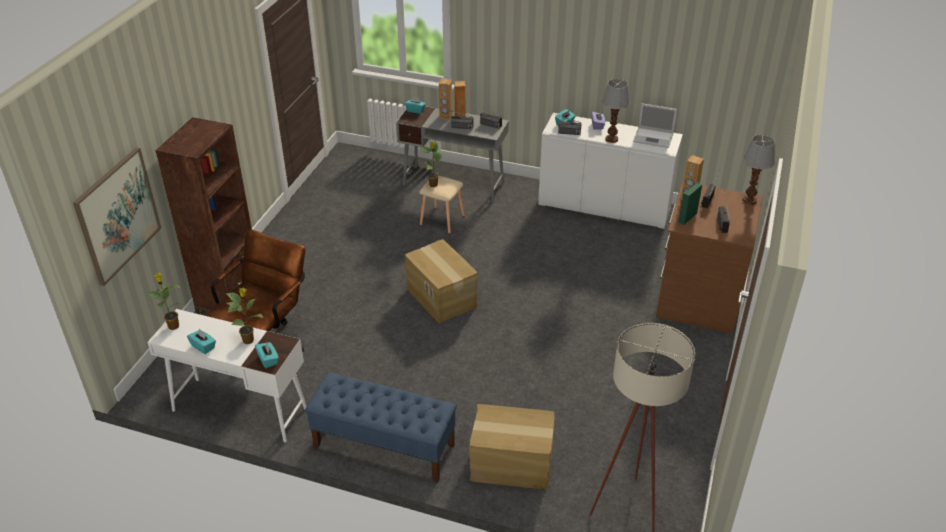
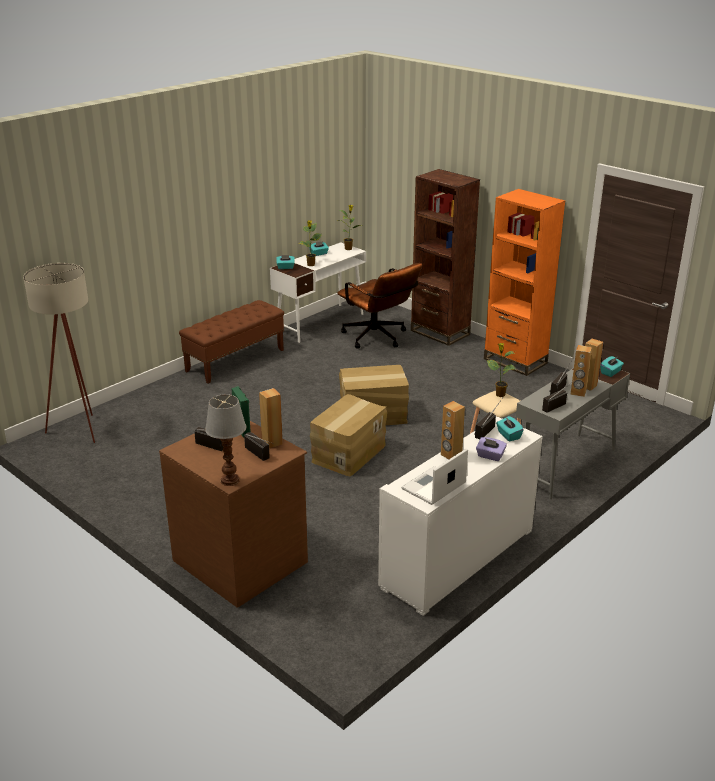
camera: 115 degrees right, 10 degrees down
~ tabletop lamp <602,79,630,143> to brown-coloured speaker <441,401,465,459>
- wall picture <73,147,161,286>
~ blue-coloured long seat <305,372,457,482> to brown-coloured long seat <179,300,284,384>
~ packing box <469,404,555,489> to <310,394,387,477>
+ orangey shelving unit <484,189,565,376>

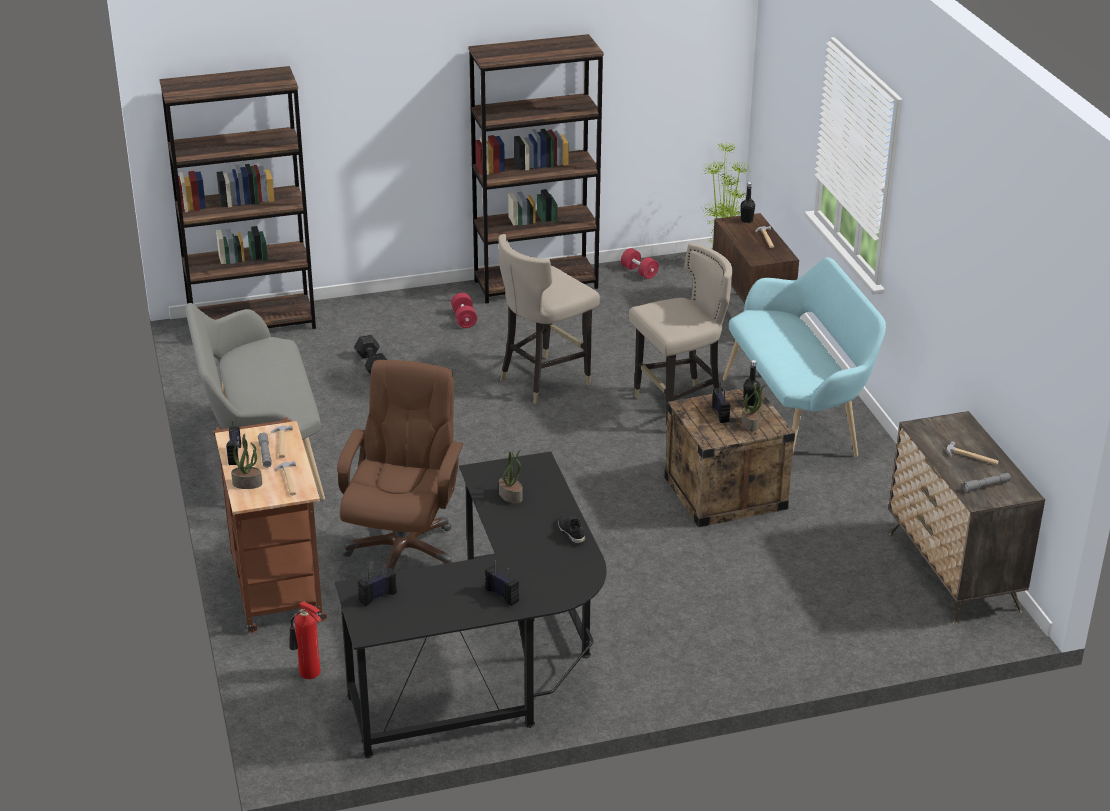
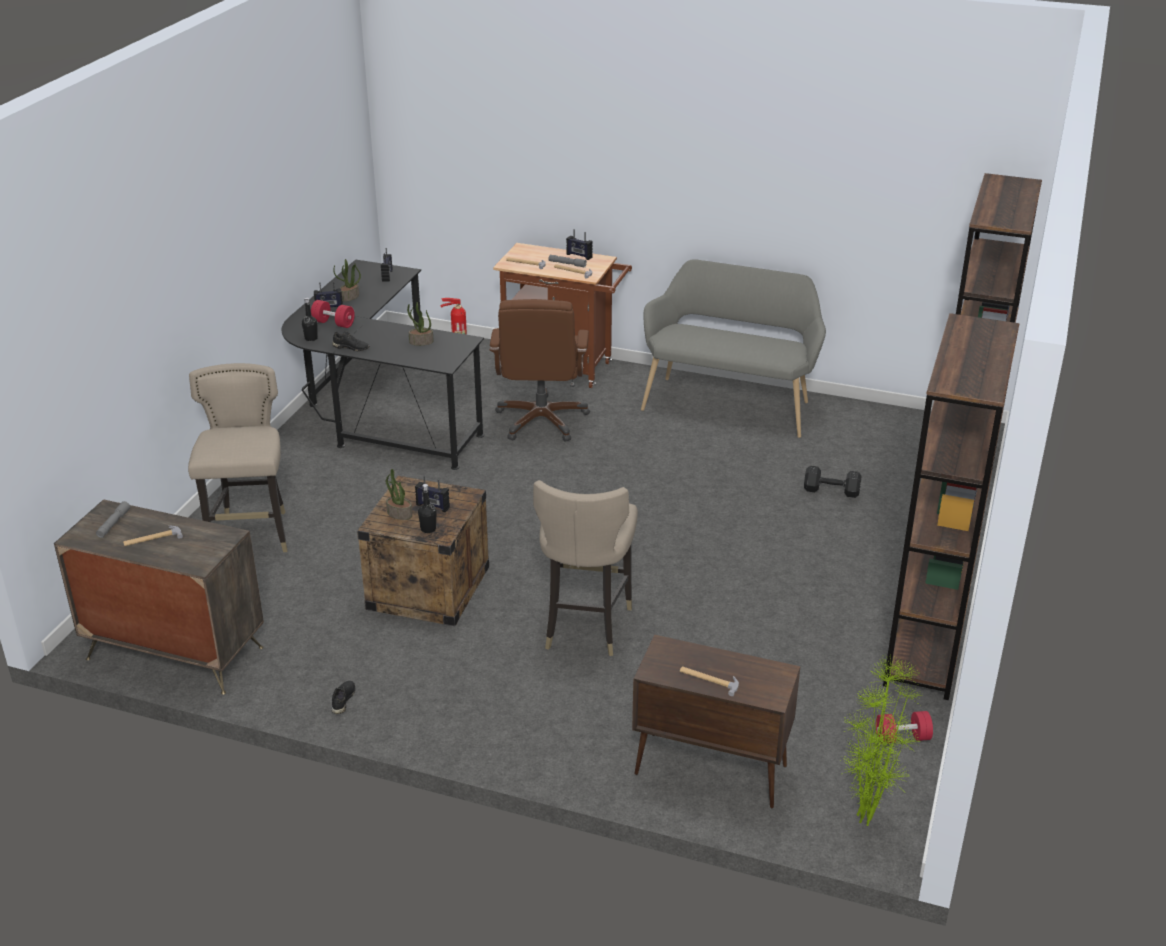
camera: 125 degrees right, 0 degrees up
~ blackish bottle <741,182,755,223> to <302,297,318,341>
~ beige-coloured stool <498,234,600,404> to <188,363,287,552>
- turquoise long seat <723,257,886,457>
~ red-coloured free weight <451,293,477,328> to <311,300,355,328>
~ brown-coloured computer chair <337,360,464,574> = <490,299,590,441> 45 degrees clockwise
~ potted plant <231,434,262,489> to <333,259,361,302>
+ blackish low shoe <331,680,355,714>

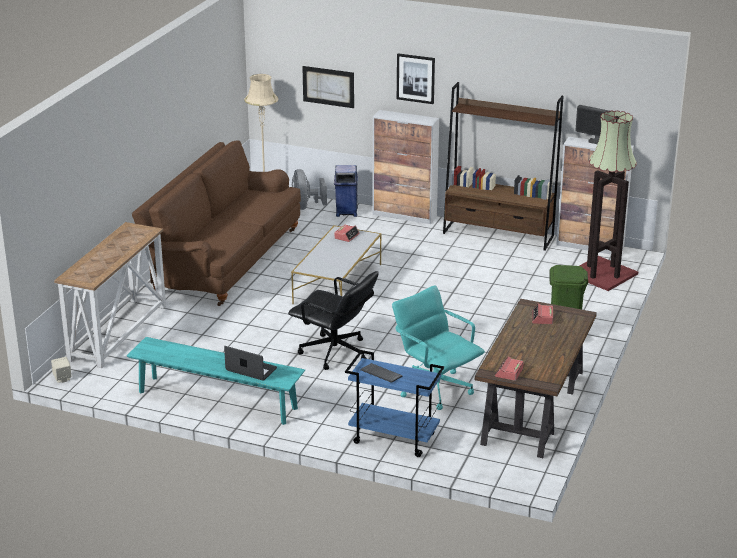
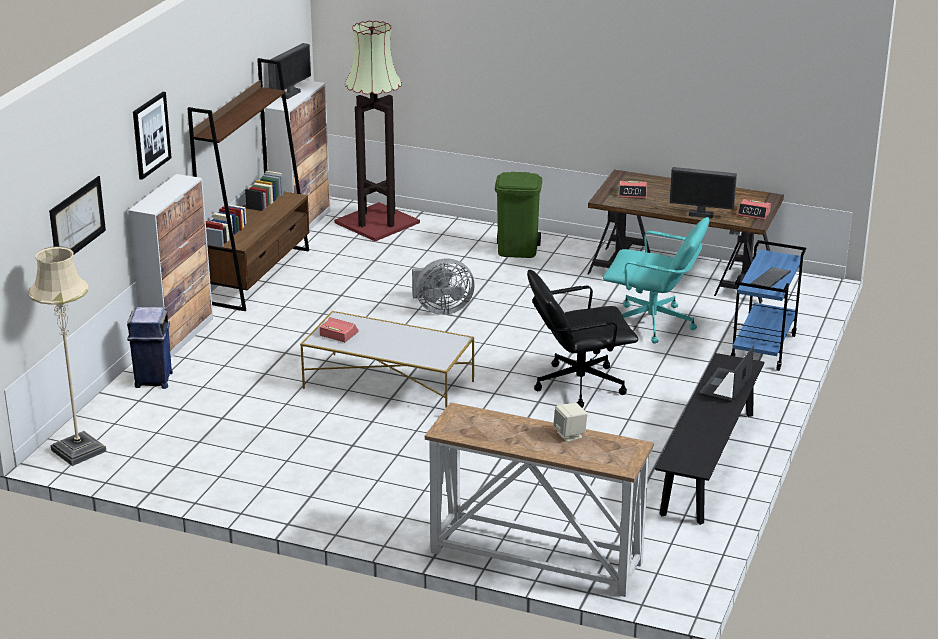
camera: 90 degrees left, 0 degrees up
- brown-coloured settee <132,140,301,306>
~ gray electric fan <292,169,327,210> to <412,259,475,315>
~ blackish computer chair <288,271,379,370> = <527,270,638,408> 135 degrees counterclockwise
~ turquoise computer chair <392,285,485,410> = <603,217,709,344> 120 degrees counterclockwise
~ turquoise long seat <127,337,305,425> to blackish long seat <655,353,764,525>
~ beige-coloured speaker <51,357,71,383> to <553,403,588,442>
+ computer screen <670,167,737,218>

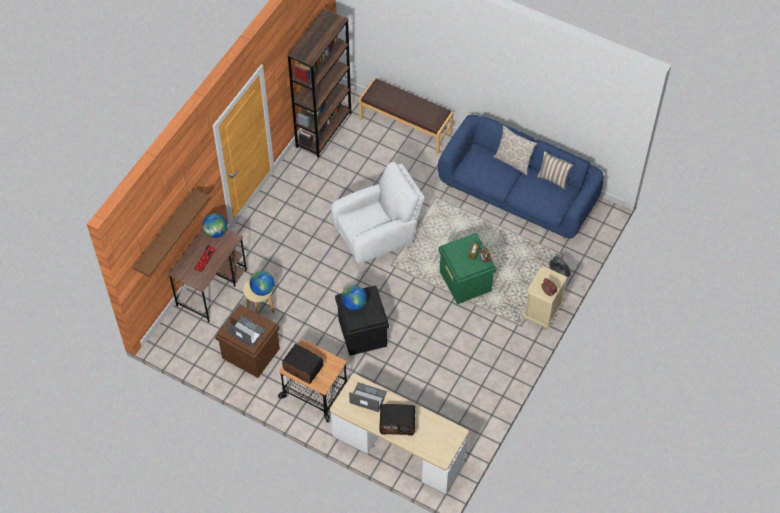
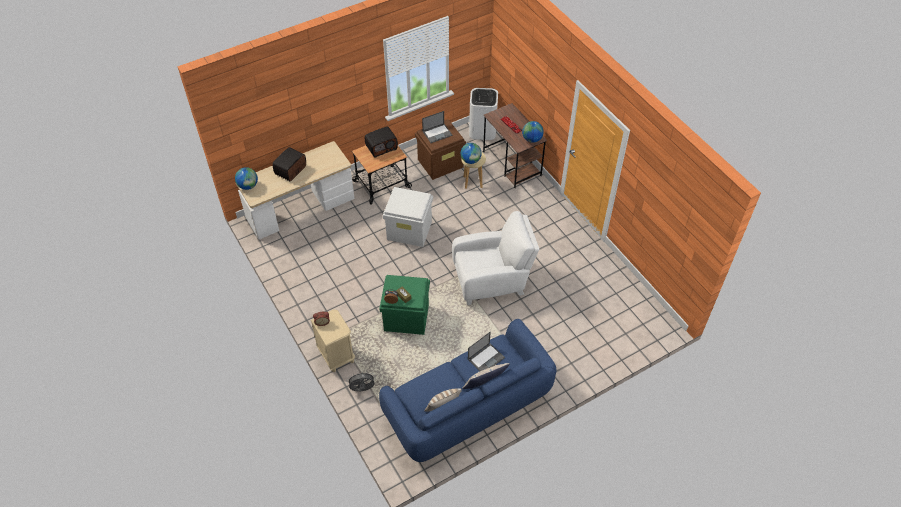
camera: 120 degrees right, 5 degrees down
- brown-coloured shelving unit <287,8,351,158>
- brown-coloured long seat <359,78,453,154>
~ white easy chair <331,162,424,268> = <452,211,539,305> 105 degrees counterclockwise
- brown-coloured shelf <133,189,210,277>
~ world globe <342,285,367,310> to <235,167,258,190>
~ blackish storage box <335,286,389,356> to white storage box <383,187,433,247>
~ portable computer <349,382,387,412> to <468,332,505,371>
+ white waste bin <469,88,498,140>

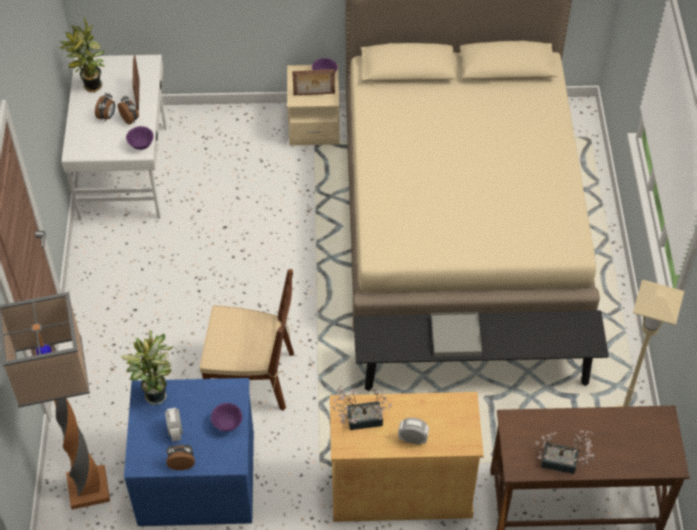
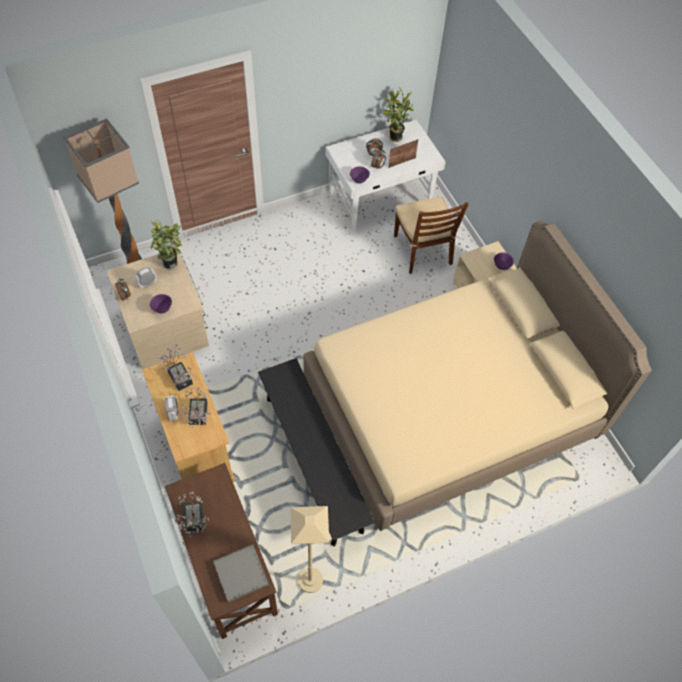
camera: 65 degrees right, 5 degrees up
- picture frame <292,69,335,95>
~ brown-coloured plain chair <199,269,294,411> to <394,197,469,274>
~ gray serving tray <431,312,482,357> to <213,545,269,602>
~ blue-coloured drawer chest <124,378,254,526> to beige-coloured drawer chest <107,249,209,369>
+ potted plant <181,387,211,428>

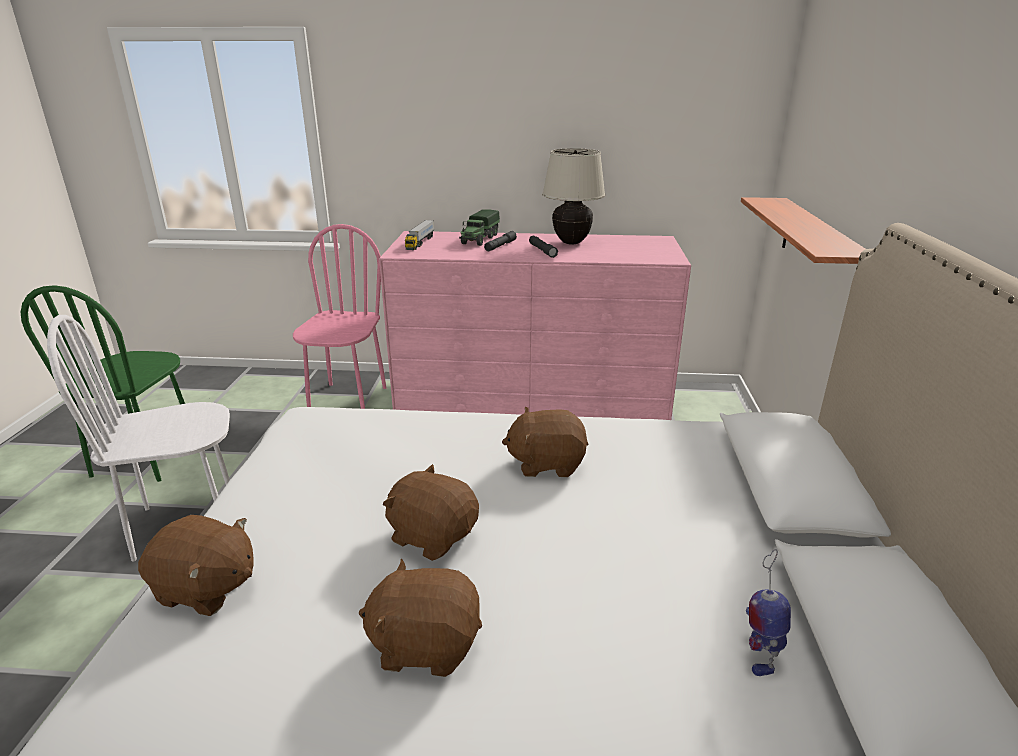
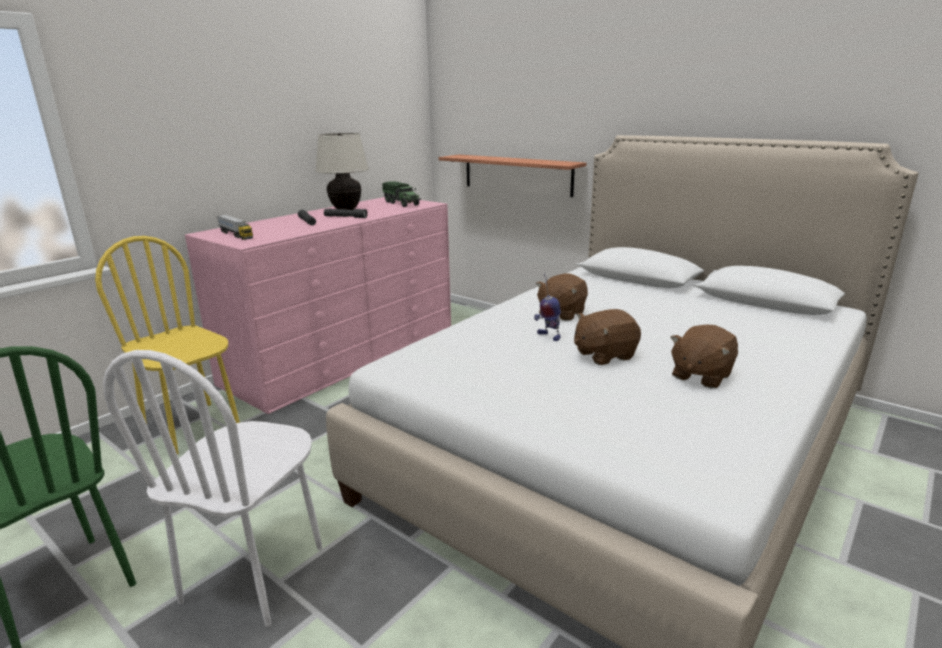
camera: 55 degrees left, 5 degrees down
~ toy lorry <459,209,500,246> to <382,181,421,207>
~ pink-coloured plain chair <293,224,386,409> to yellowish plain chair <95,236,240,455>
- brown-coloured cuddly toy <138,515,254,616>
~ model robot <746,549,791,676> to <534,273,561,341>

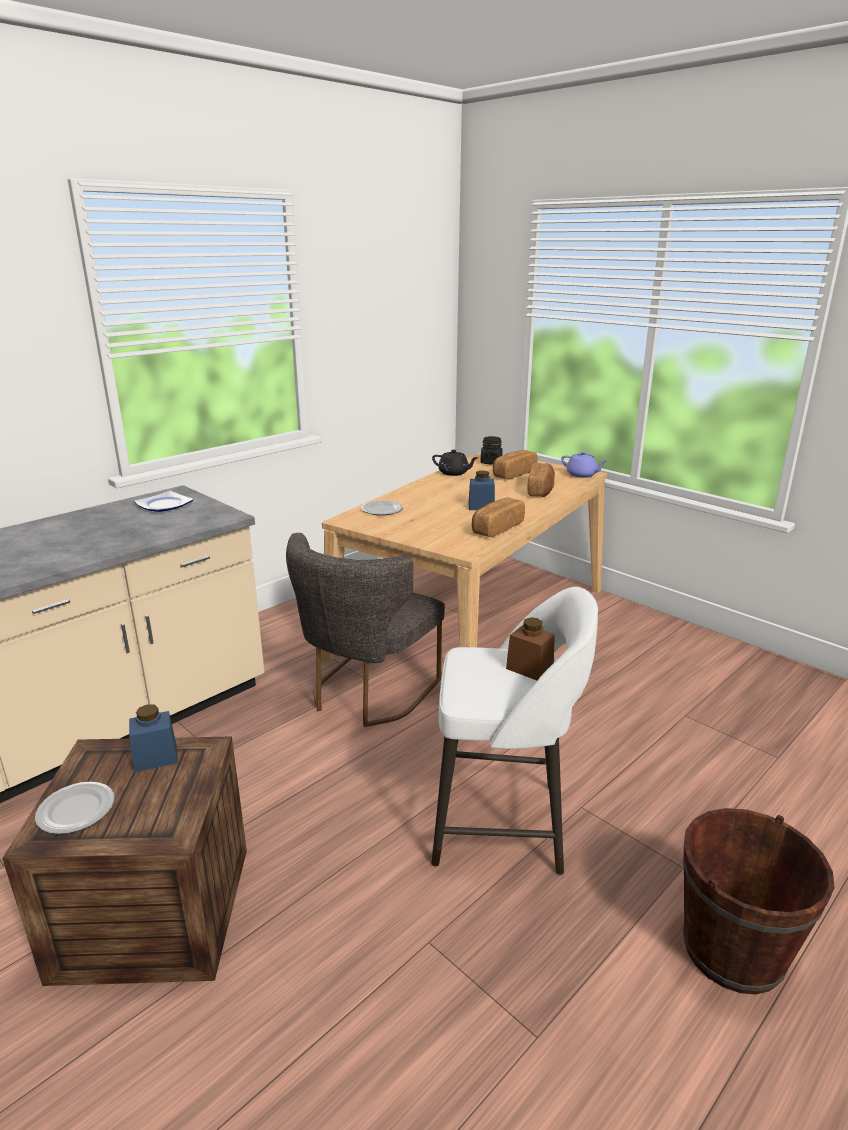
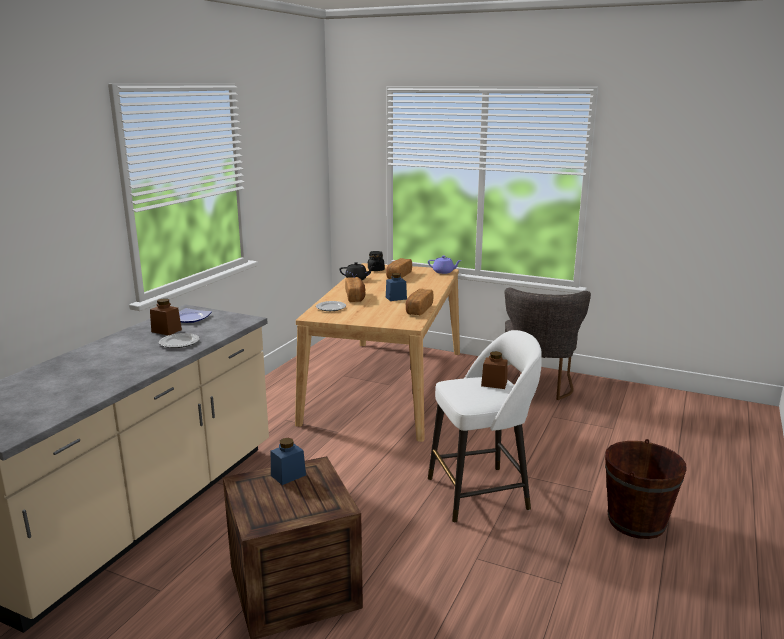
camera: 20 degrees left, 5 degrees down
~ bakery bread <527,463,555,497> to <345,277,365,302>
~ gray plain chair <286,533,445,727> to <505,288,591,400>
~ plate <35,782,114,834> to <159,333,200,348>
+ brown-coloured preserve jar <150,299,182,335>

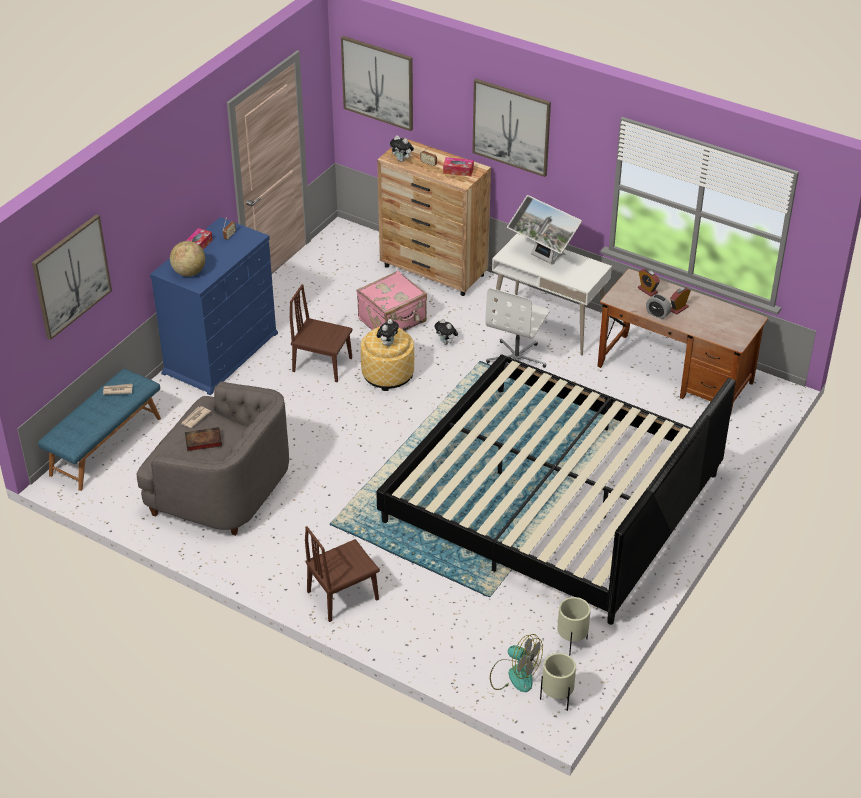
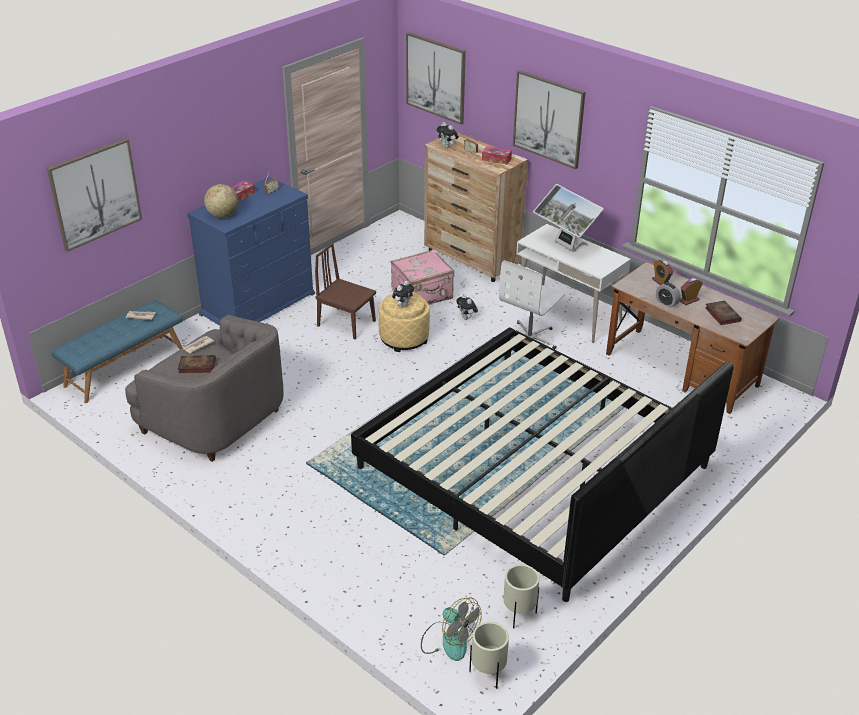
camera: 10 degrees right, 5 degrees down
- brown-coloured plain chair <305,526,380,622>
+ book <705,301,742,325>

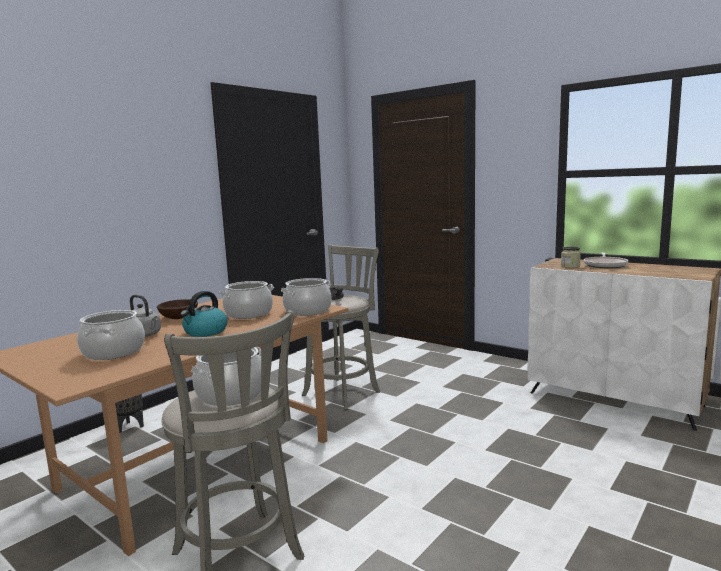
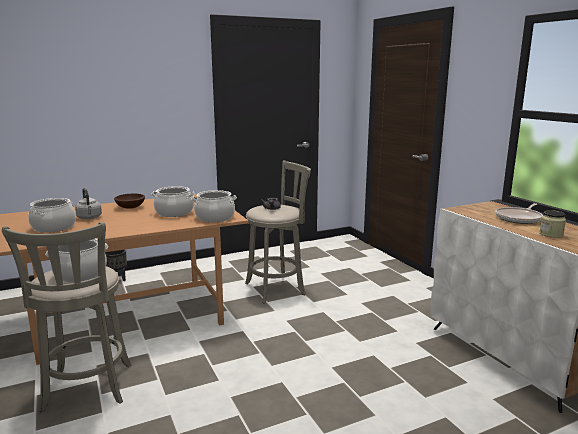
camera: 25 degrees right, 5 degrees up
~ preserve jar <561,247,581,268> to <540,210,566,238>
- tea kettle <180,291,228,337>

